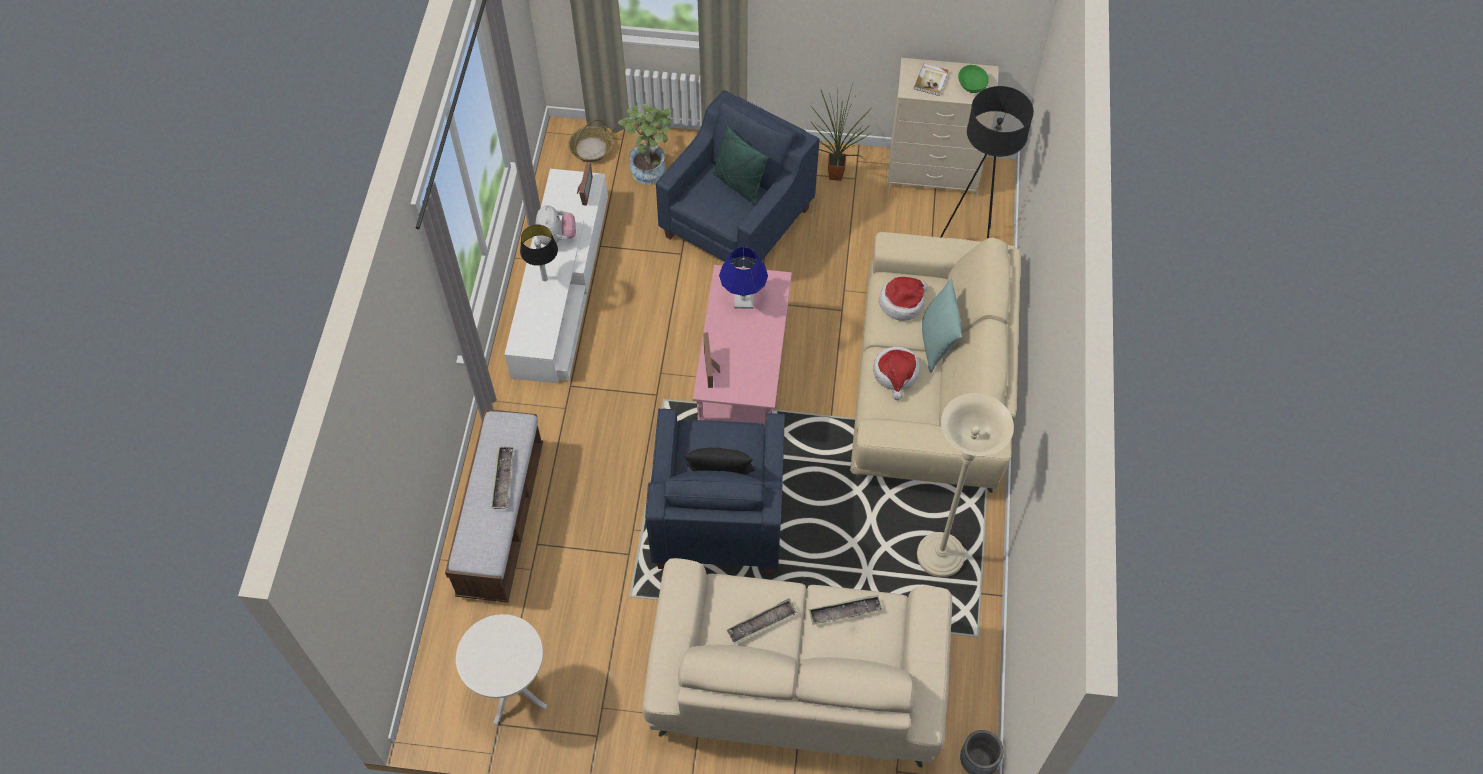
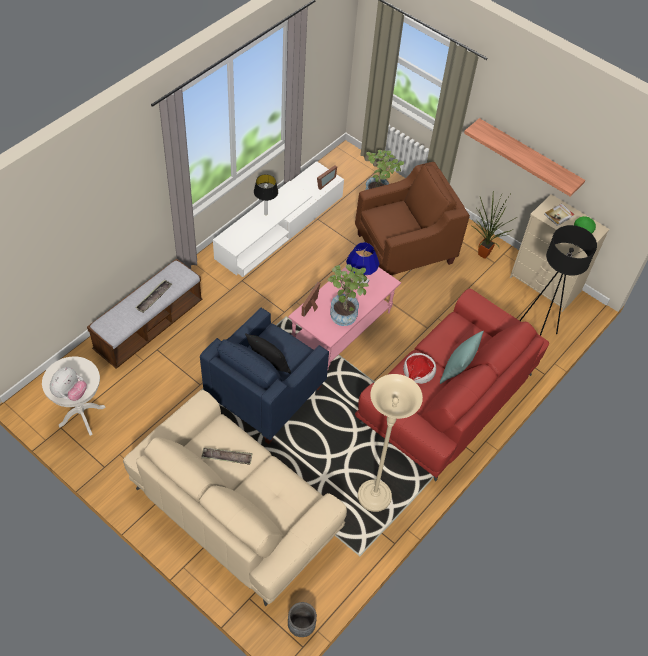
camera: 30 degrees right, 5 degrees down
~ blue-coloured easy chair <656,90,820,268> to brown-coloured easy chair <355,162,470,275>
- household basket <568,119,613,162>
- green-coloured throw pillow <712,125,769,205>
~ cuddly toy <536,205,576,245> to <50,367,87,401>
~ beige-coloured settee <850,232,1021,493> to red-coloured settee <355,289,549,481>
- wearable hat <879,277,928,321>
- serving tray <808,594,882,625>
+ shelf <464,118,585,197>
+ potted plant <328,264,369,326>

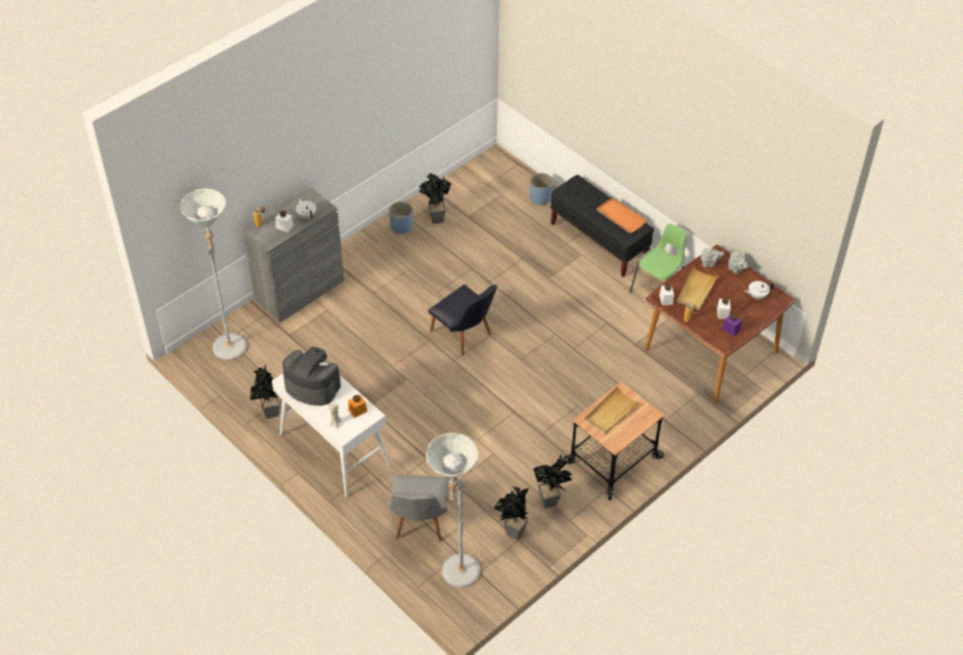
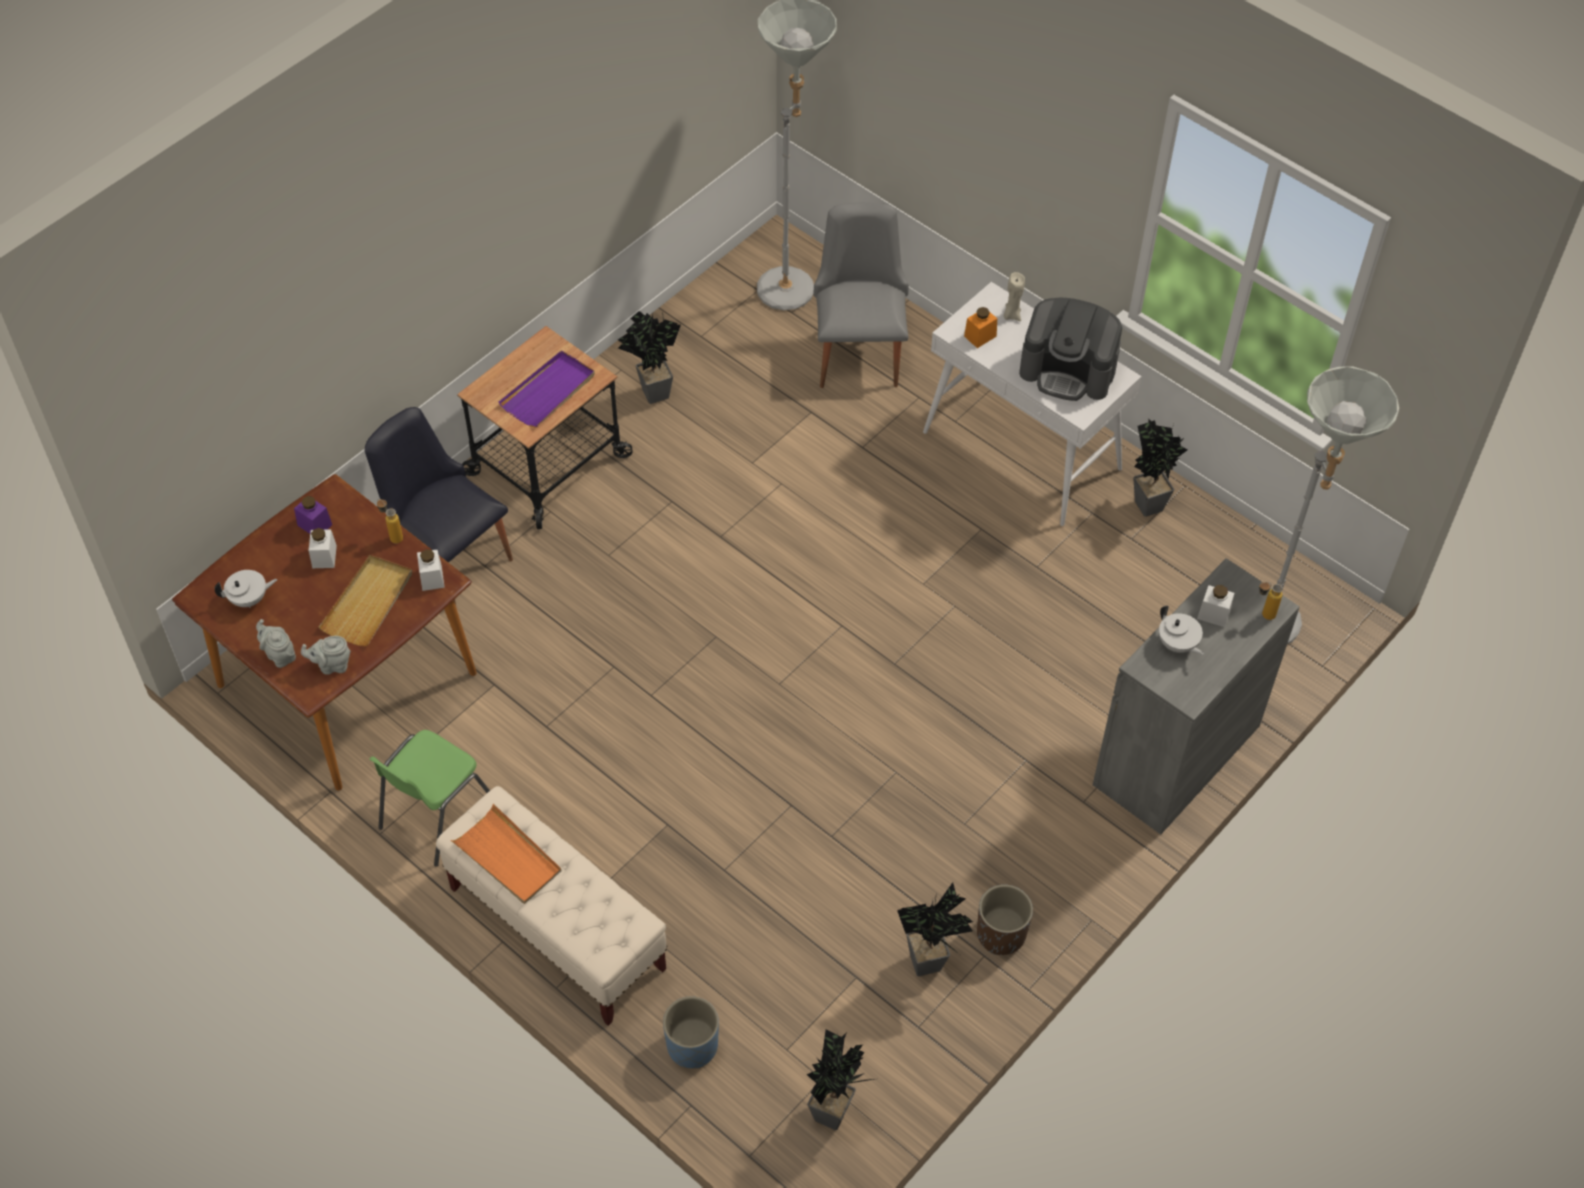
camera: 175 degrees right, 5 degrees up
~ blackish long seat <551,175,654,277> to beige-coloured long seat <436,786,667,1026>
~ blue-coloured flower pot <389,201,413,234> to brown-coloured flower pot <977,885,1033,955>
~ blackish plain chair <428,284,497,356> to <365,407,513,605>
~ beige-coloured serving tray <585,386,640,434> to purplish serving tray <498,350,595,428>
~ potted plant <494,486,529,540> to <806,1030,874,1130>

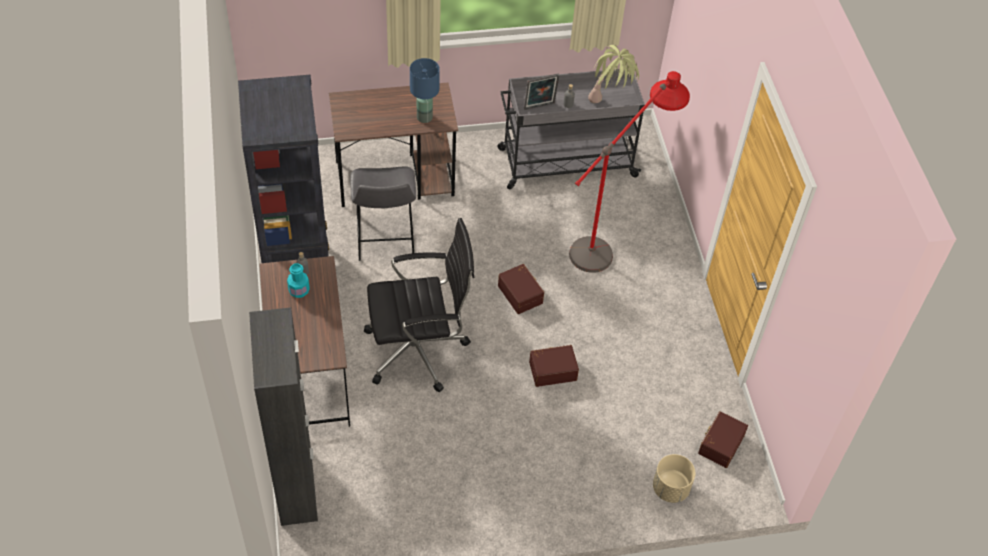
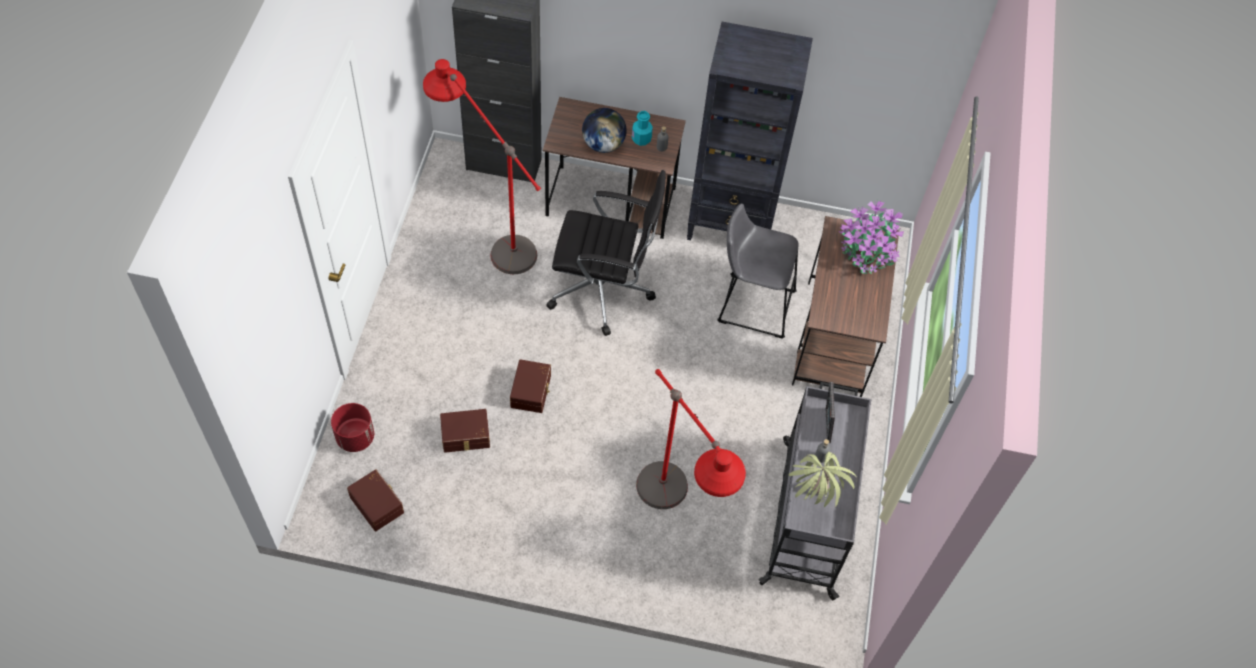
camera: 110 degrees right, 5 degrees up
- blue-coloured tabletop lamp <410,58,440,123>
~ blackish computer chair <364,218,474,392> = <546,170,666,336> 90 degrees counterclockwise
~ brown-coloured storage box <498,264,544,314> to <440,409,490,453>
~ beige-coloured flower pot <653,454,696,503> to red-coloured flower pot <331,403,374,452>
+ red-coloured standard lamp <423,59,541,274>
+ world globe <582,108,627,153>
+ potted plant <839,201,904,274>

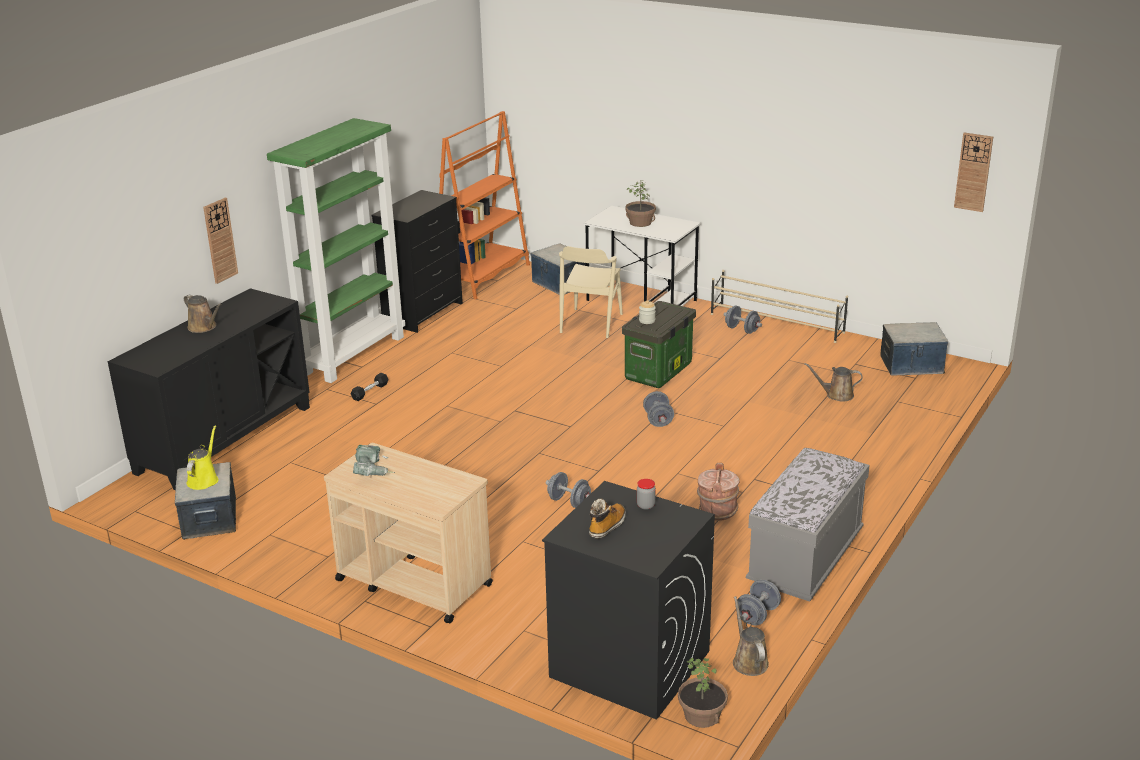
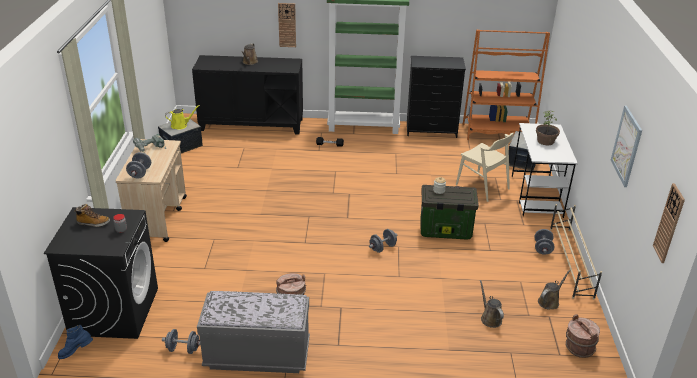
camera: 60 degrees right, 5 degrees up
~ beige-coloured plain chair <559,246,623,338> = <456,133,514,202> 120 degrees counterclockwise
~ storage box <880,322,948,375> to brown-coloured water bucket <566,314,600,358>
~ gray free weight <546,472,591,508> to <126,152,151,179>
~ brown-coloured watering can <733,596,769,676> to <538,270,571,310>
~ potted plant <678,658,728,728> to blue-coloured boot <58,325,93,359>
+ wall picture <611,105,642,187>

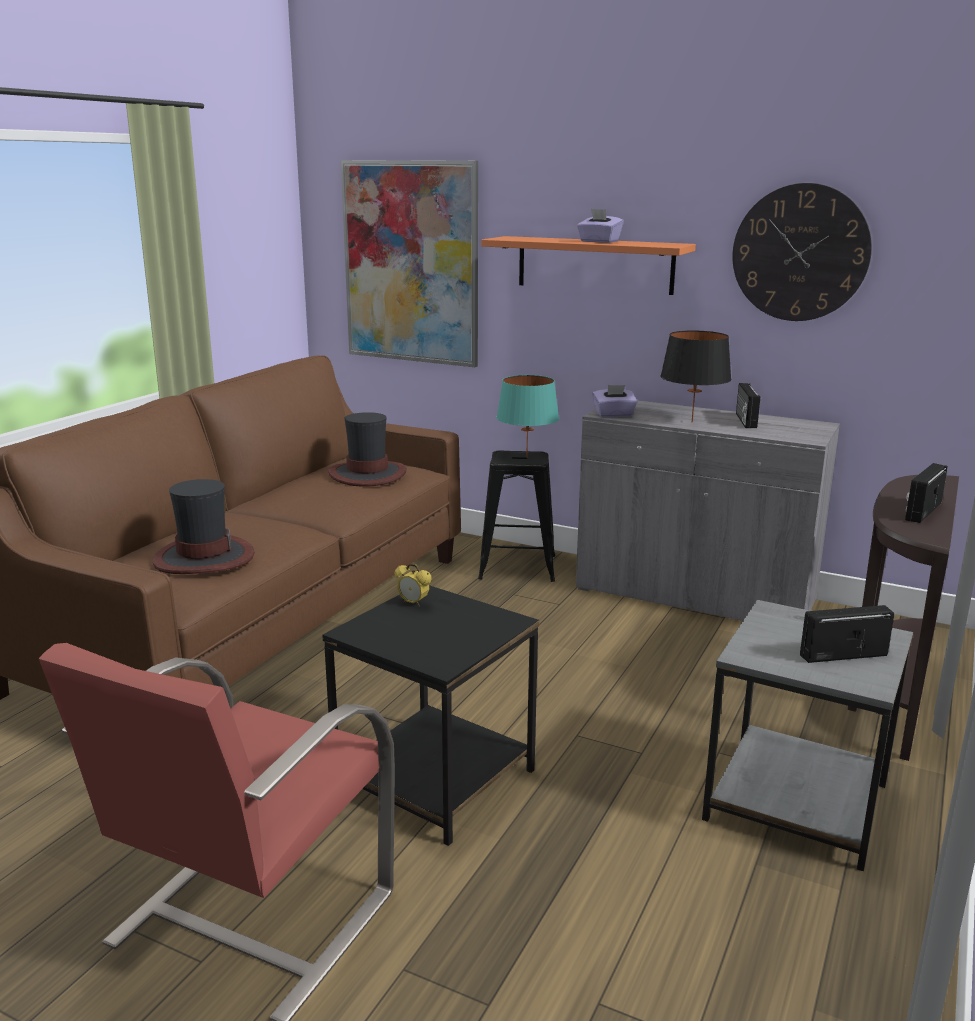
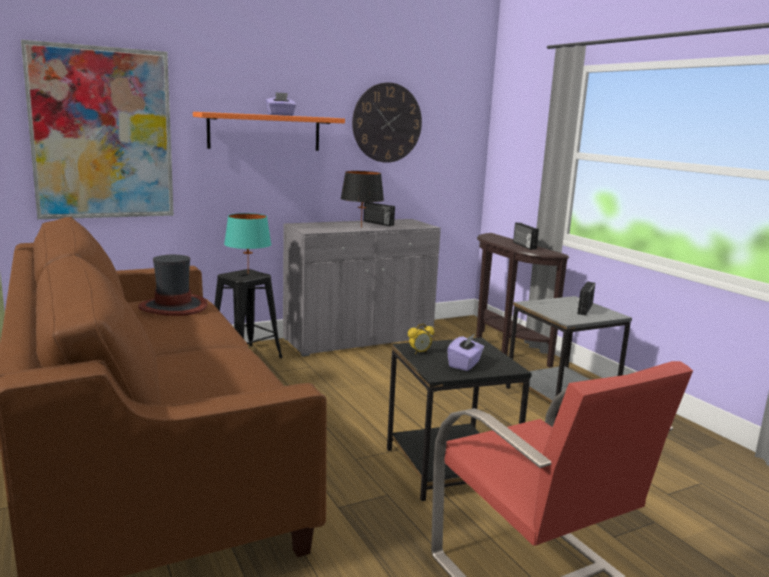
camera: 55 degrees left, 5 degrees down
~ purplish tissue holder <592,385,637,417> to <447,334,484,371>
- wearable hat <153,479,255,574>

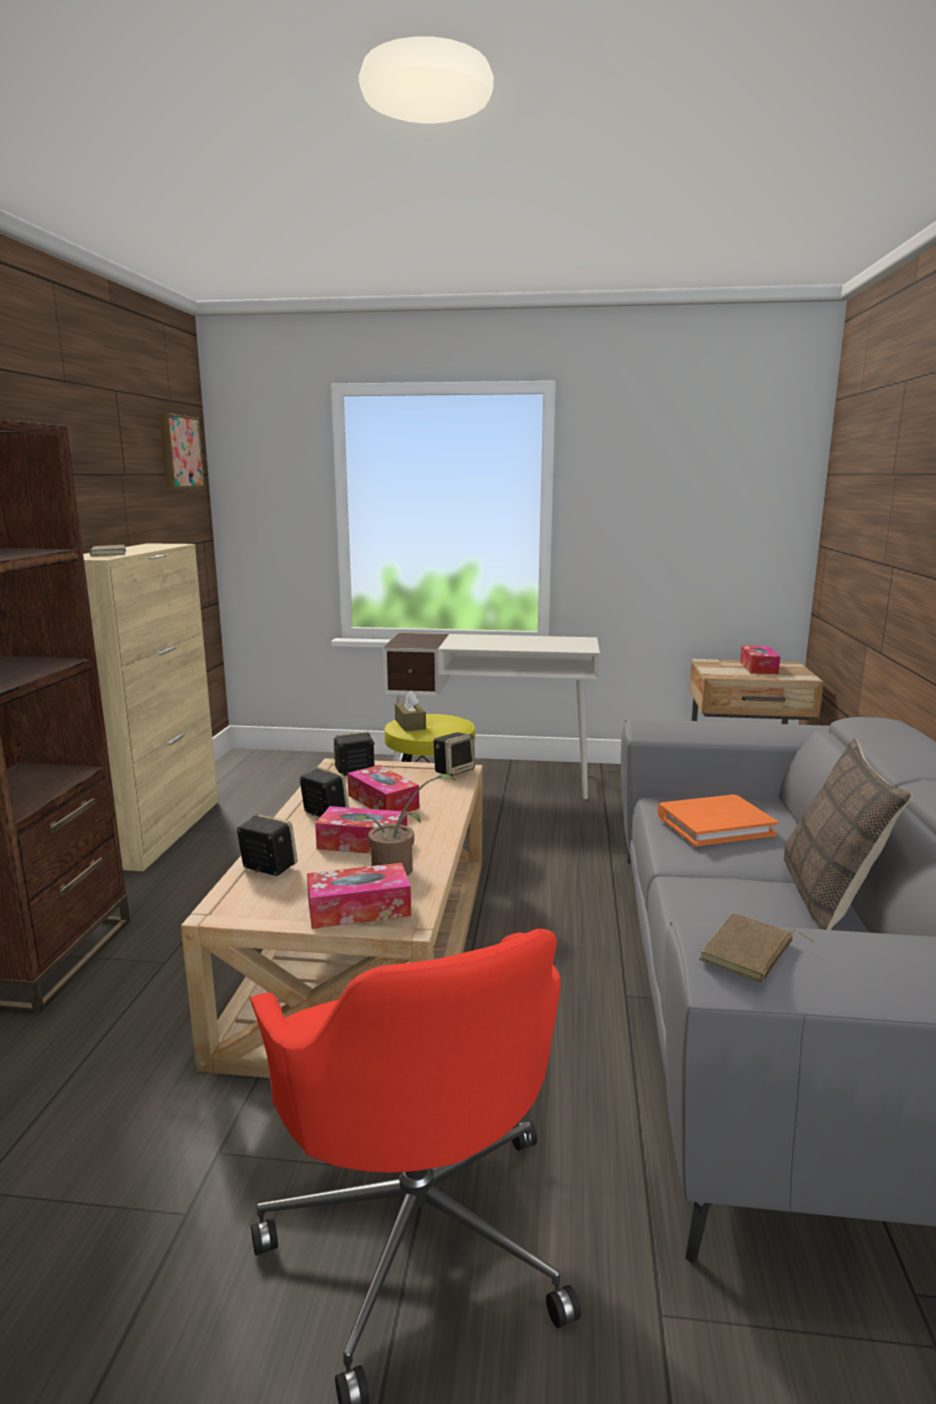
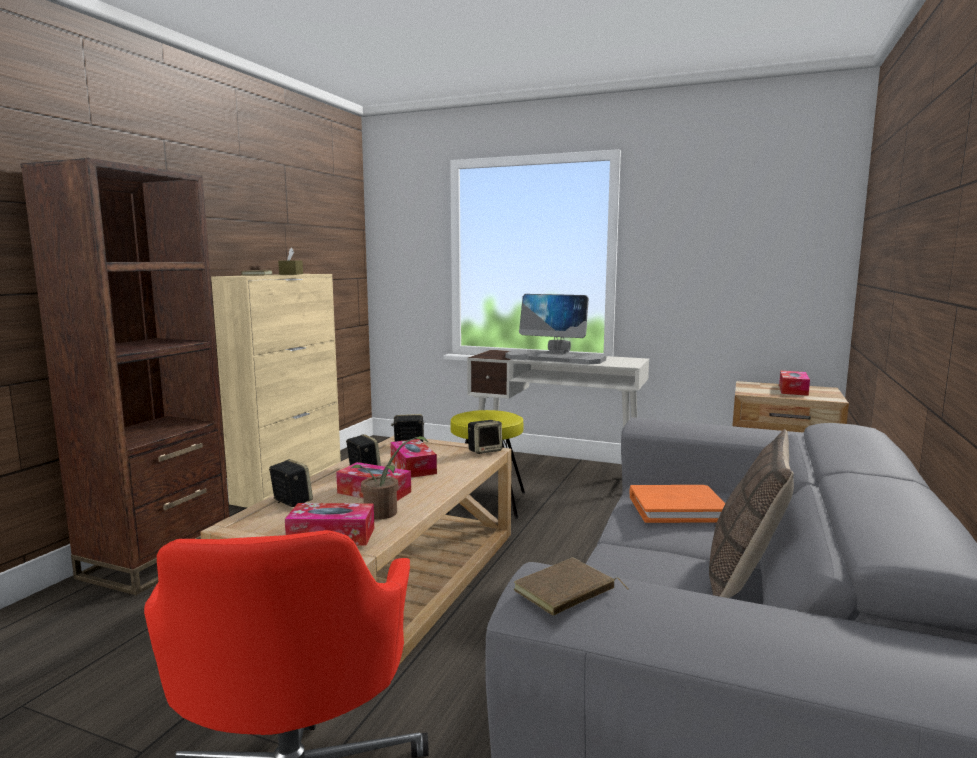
camera: 15 degrees right, 5 degrees down
- wall picture <159,413,205,489>
~ brown-coloured tissue holder <395,691,426,731> to <278,248,303,275>
+ computer screen <505,294,606,364>

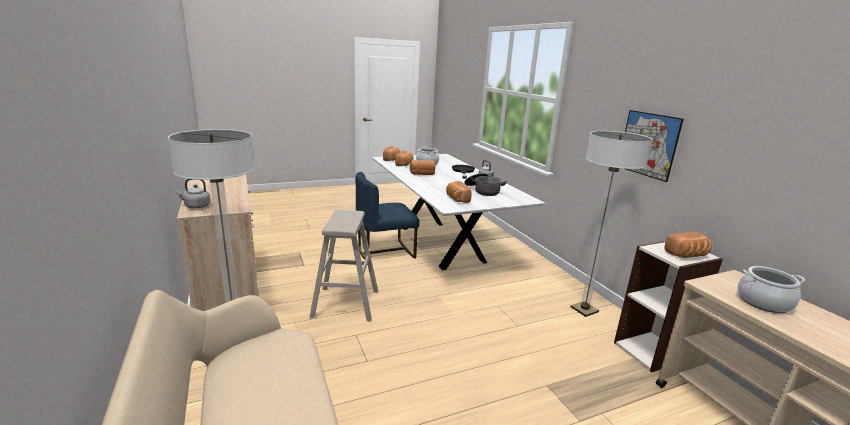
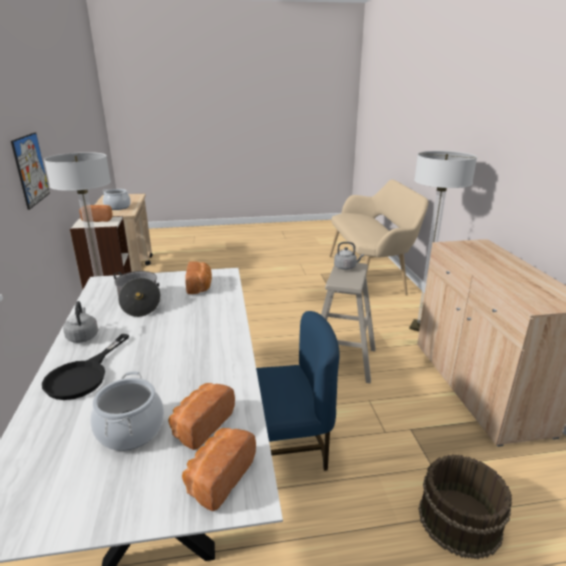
camera: 165 degrees left, 5 degrees up
- bakery bread <410,160,435,175>
~ gray tea kettle <176,179,211,209> to <334,242,364,270>
+ brown-coloured water bucket <418,454,512,559>

